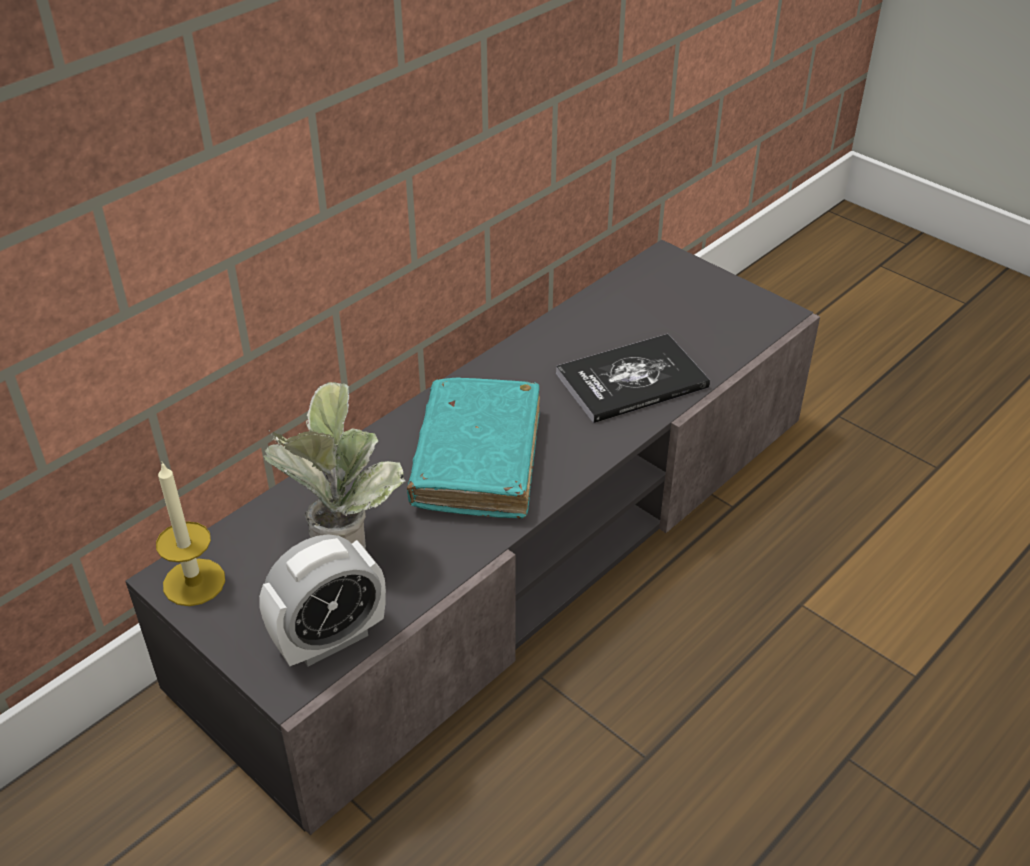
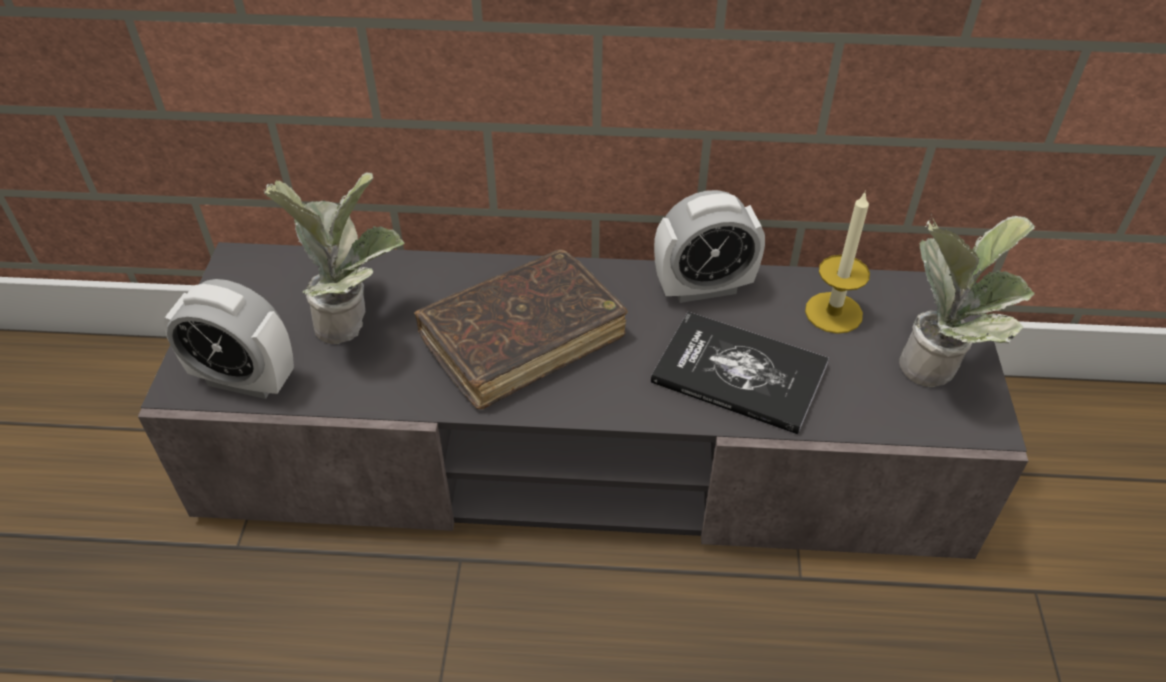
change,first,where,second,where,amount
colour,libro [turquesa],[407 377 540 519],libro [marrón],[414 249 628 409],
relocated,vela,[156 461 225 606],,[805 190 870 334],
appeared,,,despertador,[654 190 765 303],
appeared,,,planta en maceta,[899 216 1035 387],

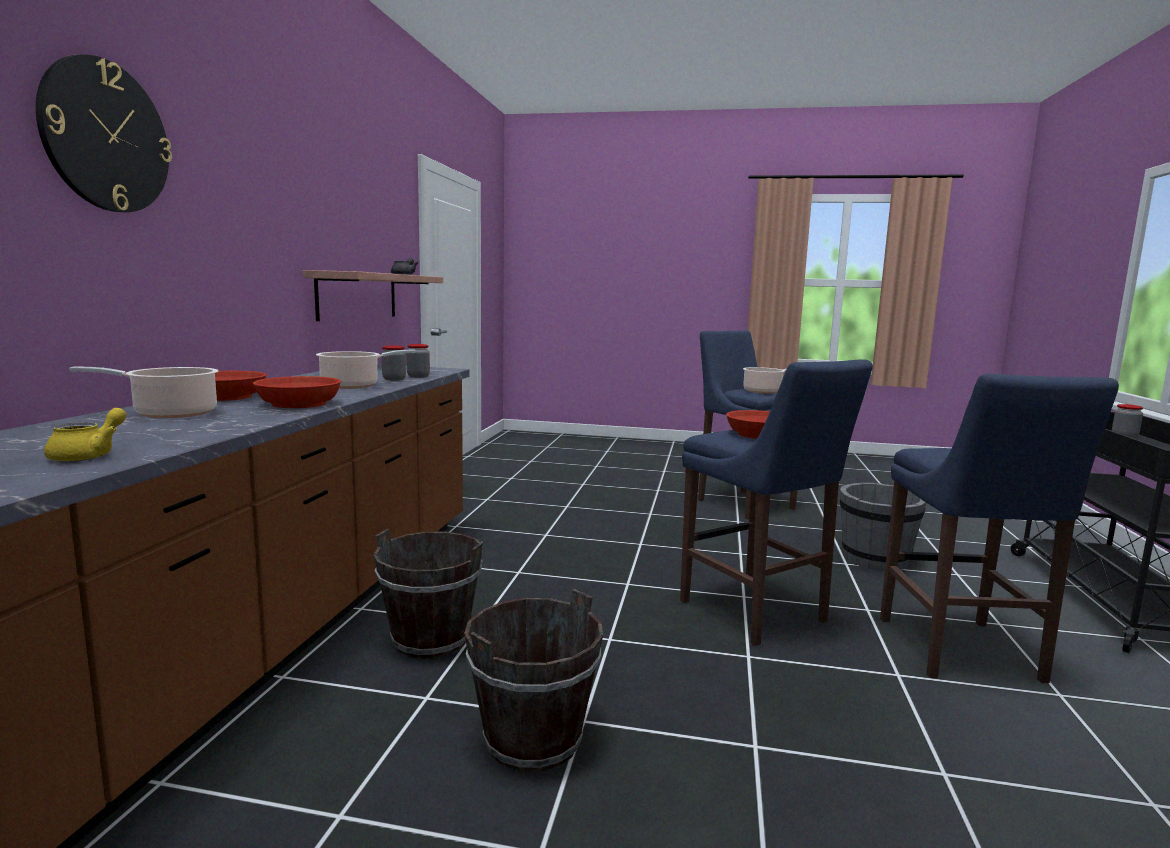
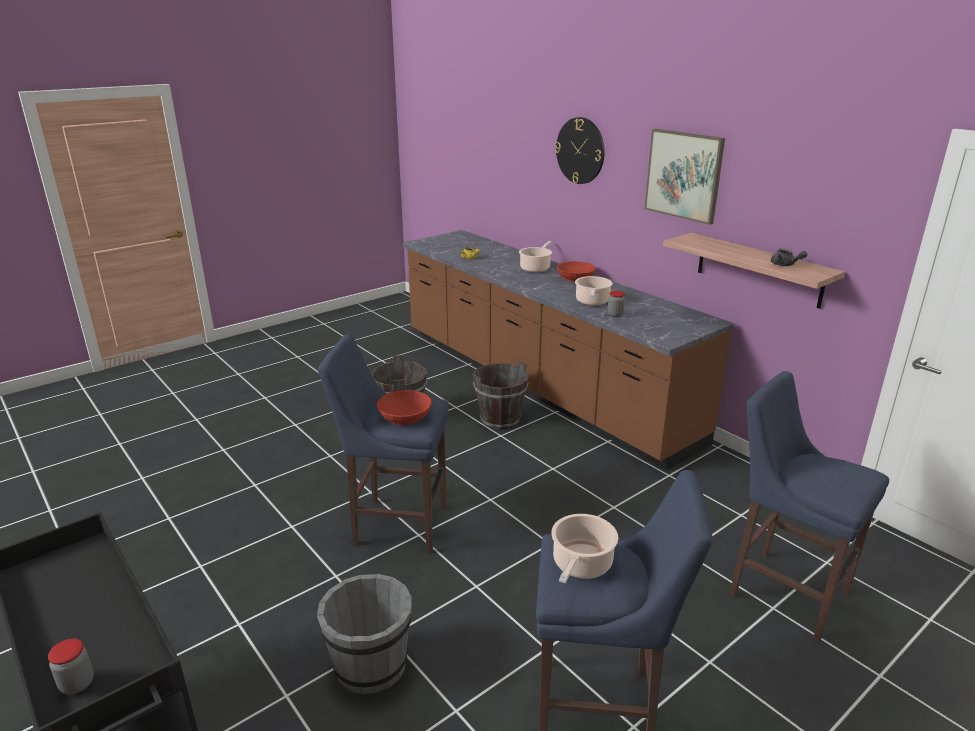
change,first,where,second,where,amount
missing,tarro,[407 344 430 378],,,
relocated,taburete [azul],[880 374 1119 683],,[729 371 889 641],
missing,cuenco [rojo],[253 376 342 408],,,
appeared,,,cuadro,[644 129 725 225],

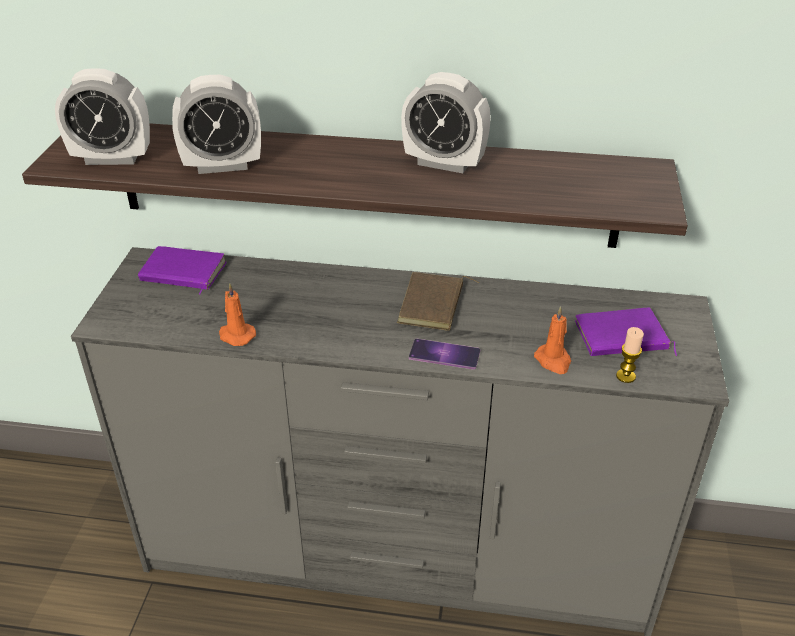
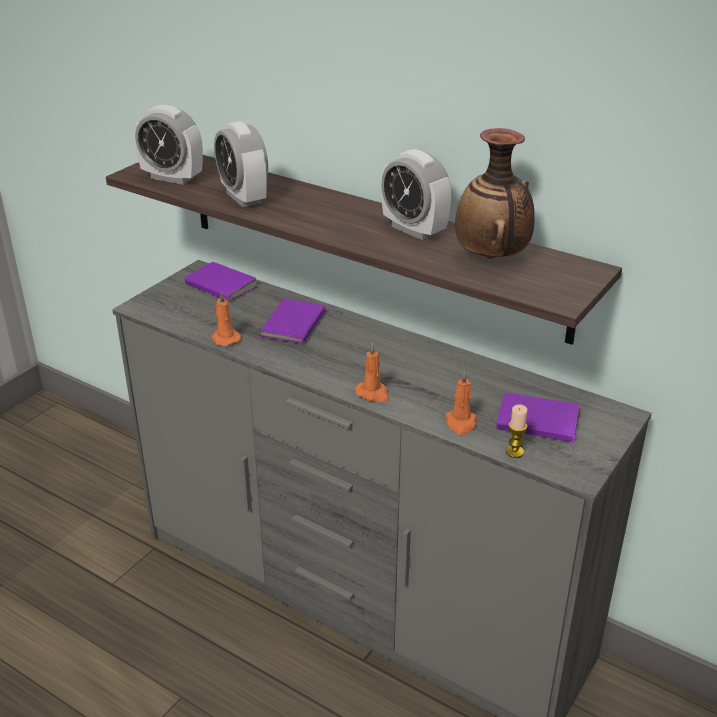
change,first,where,second,where,amount
spun,despertador,[172 75 261 174],,[214 121 268 207],45 degrees clockwise
missing,libro [marrón],[397 272 480 331],,,
exchanged,móvil,[409 339 480 369],vela [naranja],[355 343 389 402],
appeared,,,florero,[455 128 535 259],
appeared,,,libro [morado],[260 299 338 344],

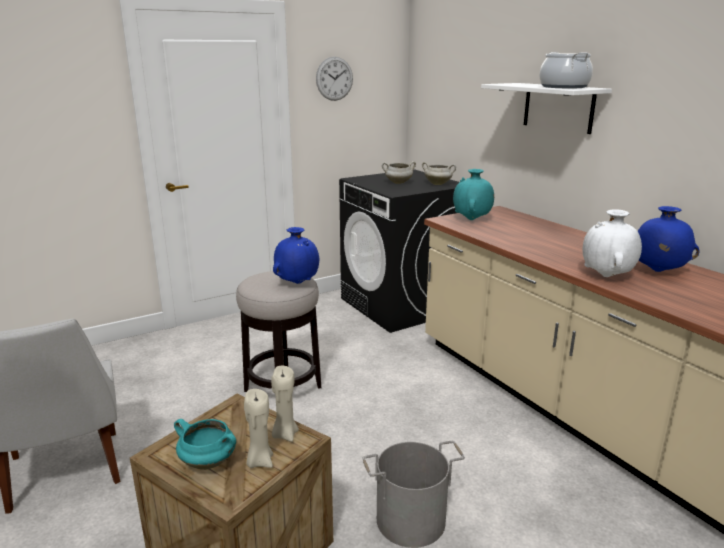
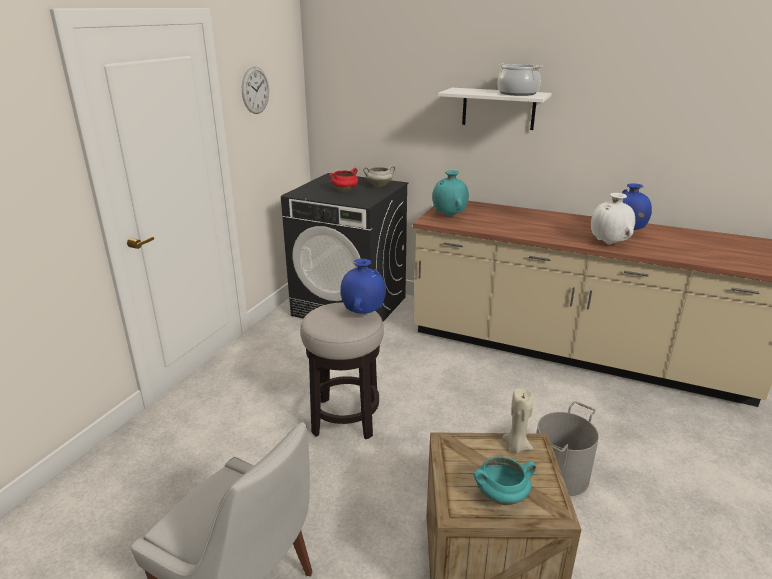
change,first,where,second,where,amount
colour,olla [blanco],[382 161 416 184],olla [rojo],[330 168 358 192],
missing,vela [beis],[244 389 273 468],,,

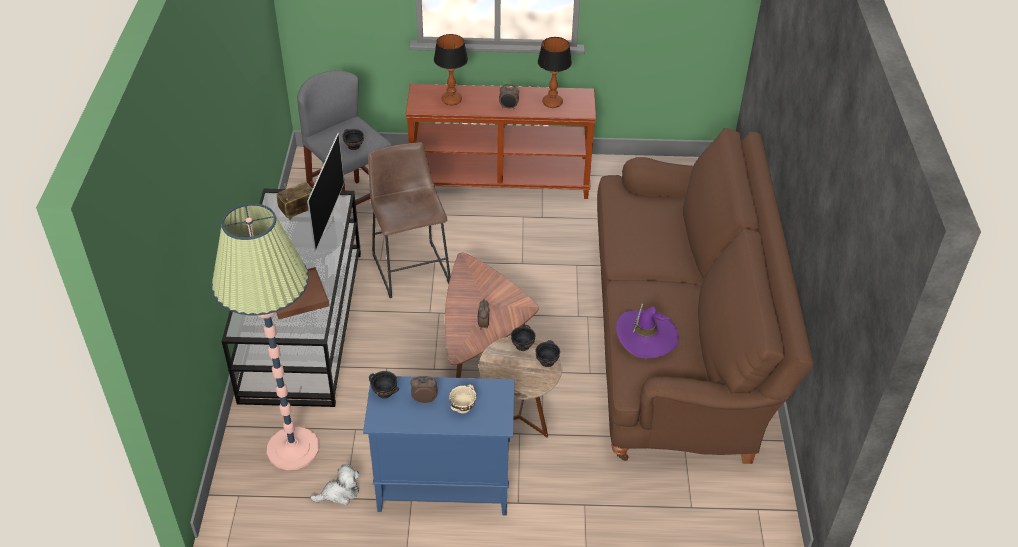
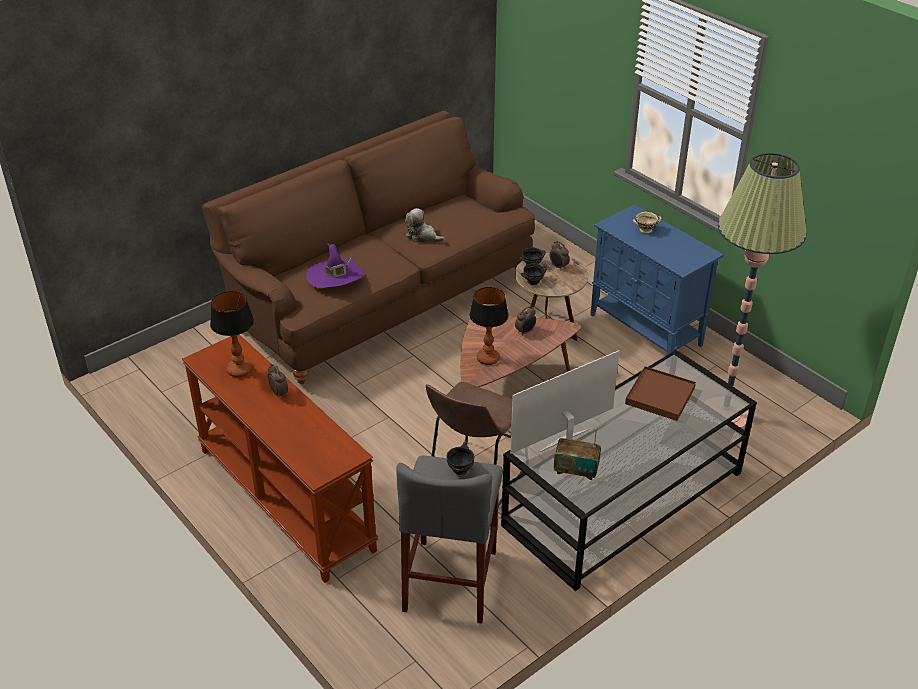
change,first,where,second,where,amount
relocated,lámpara de mesa,[434 34 468 105],,[470 287 509 365],
relocated,sombrero [morado],[616 304 679 358],,[306 243 364 288],
missing,cuenco [negro],[369 371 399 399],,,
relocated,despertador,[410 376 438 403],,[549 241 569 271],
relocated,peluche,[310 464 360 505],,[405 208 445 242],

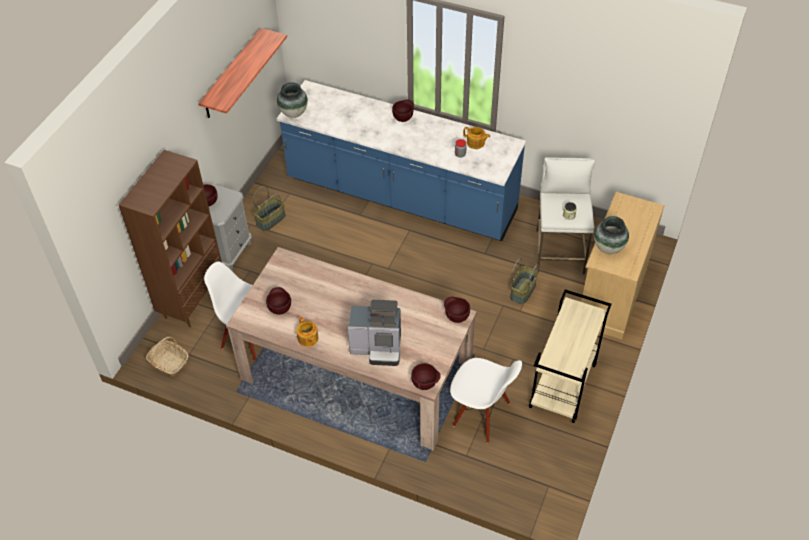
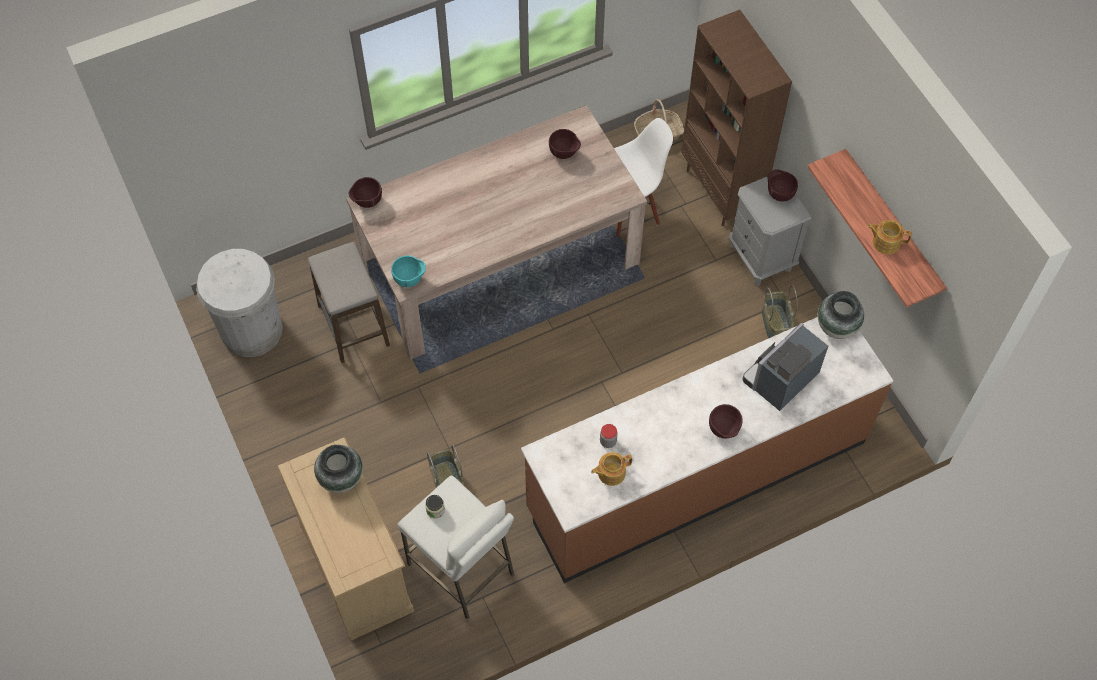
change,first,where,second,where,amount
colour,mueble bajo de cocina [azul],[277 80 526 241],mueble bajo de cocina [marrón],[521 317 894 583],
missing,carrito [beis],[529 289 611 423],,,
colour,cuenco [marrón],[444 296 470 323],cuenco [turquesa],[391 256 426 287],
relocated,cafetera,[348 300 401 366],,[743 323 828 411],
relocated,tetera,[296 317 319 347],,[868 220 912 254],
exchanged,silla [blanco],[450 358 522 443],taburete,[308 242 390 363],
appeared,,,papelera [blanco],[196 249 283 357],

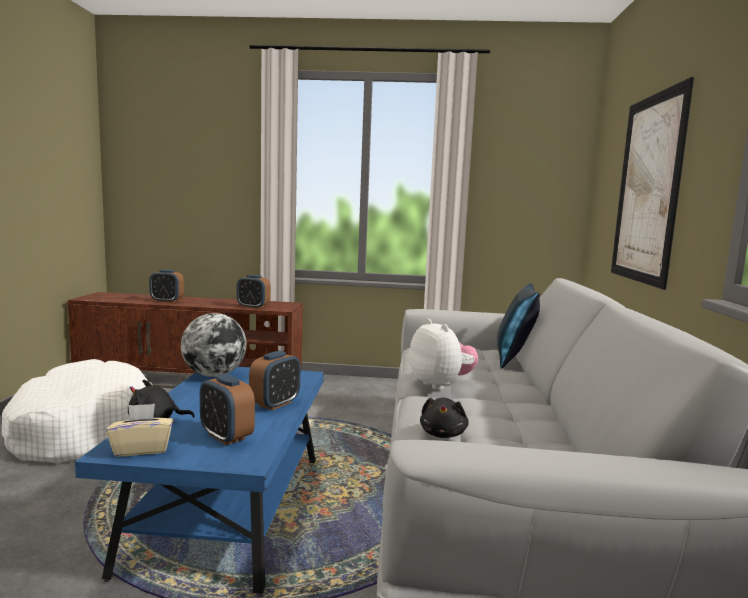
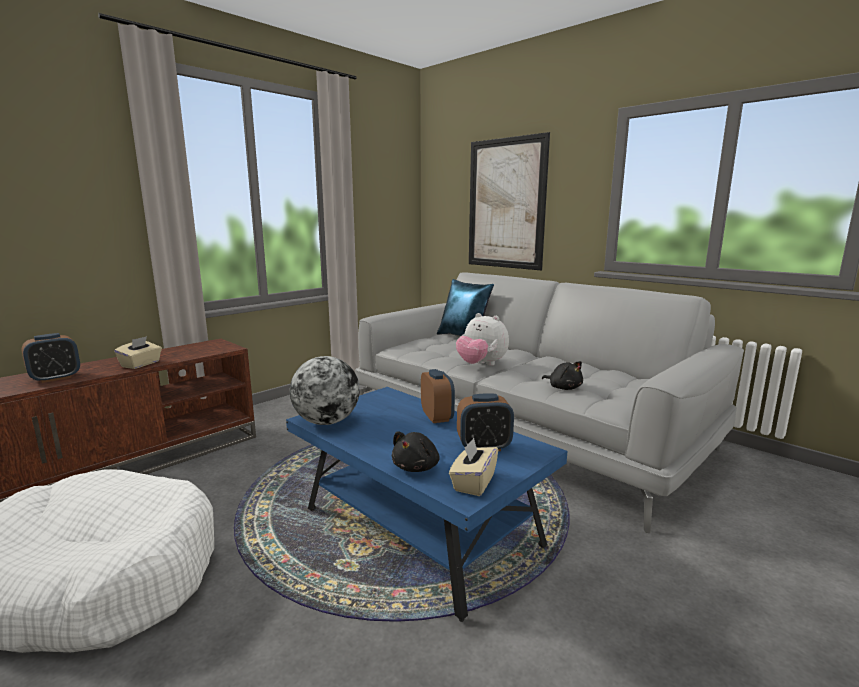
change,first,where,second,where,amount
missing,despertador,[237 275 271 309],,,
spun,peluche,[409 319 478 390],,[456 313 509 366],150 degrees counterclockwise
appeared,,,caja de pañuelos [beis],[114 336 162 369],

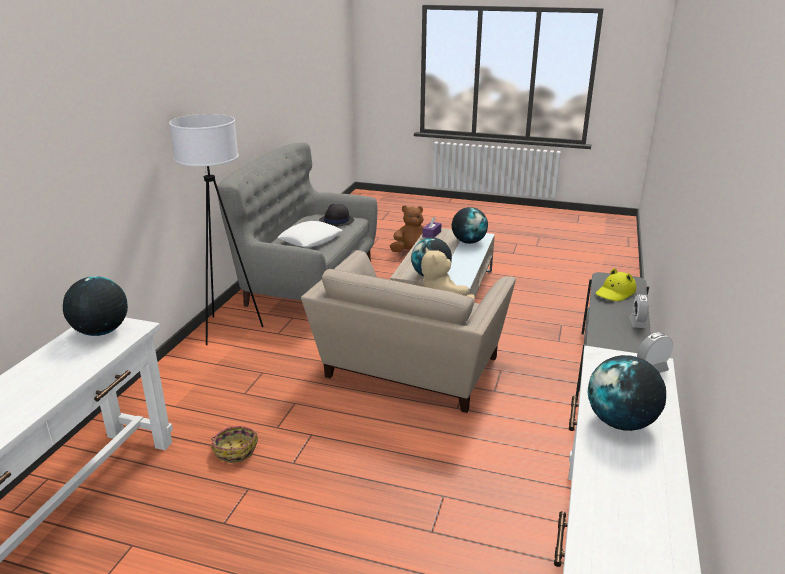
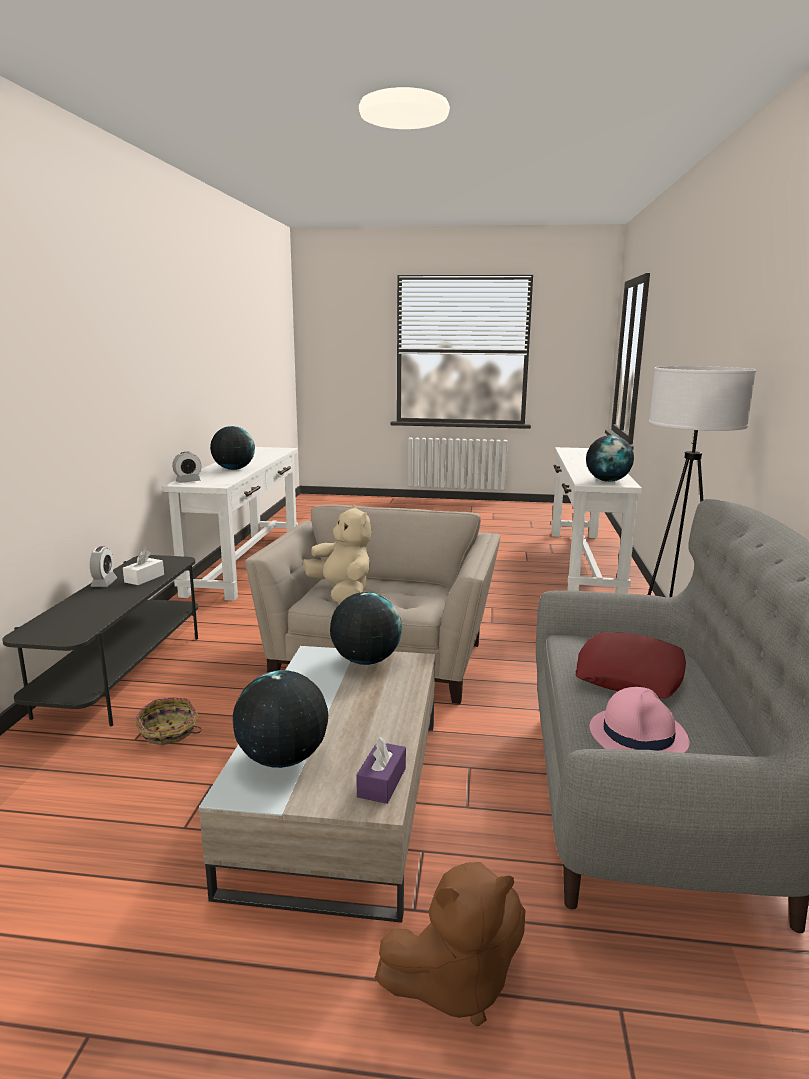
change,first,where,second,where,amount
colour,sombrero [negro],[319 204 354 226],sombrero [rosa],[590 687 690 753],
colour,cojín [blanco],[277 221 342 247],cojín [rojo],[575 632 686 698],
missing,sombrero [amarillo],[596 268 636 301],,,
relocated,cesta,[211 426 258 463],,[136 697 202 745],
appeared,,,caja de pañuelos [blanco],[123 550 164 585],

